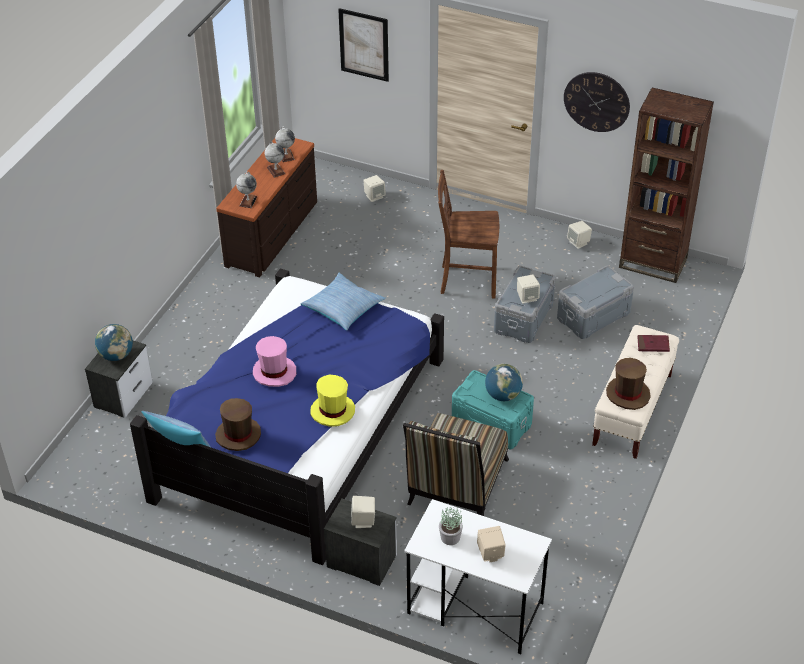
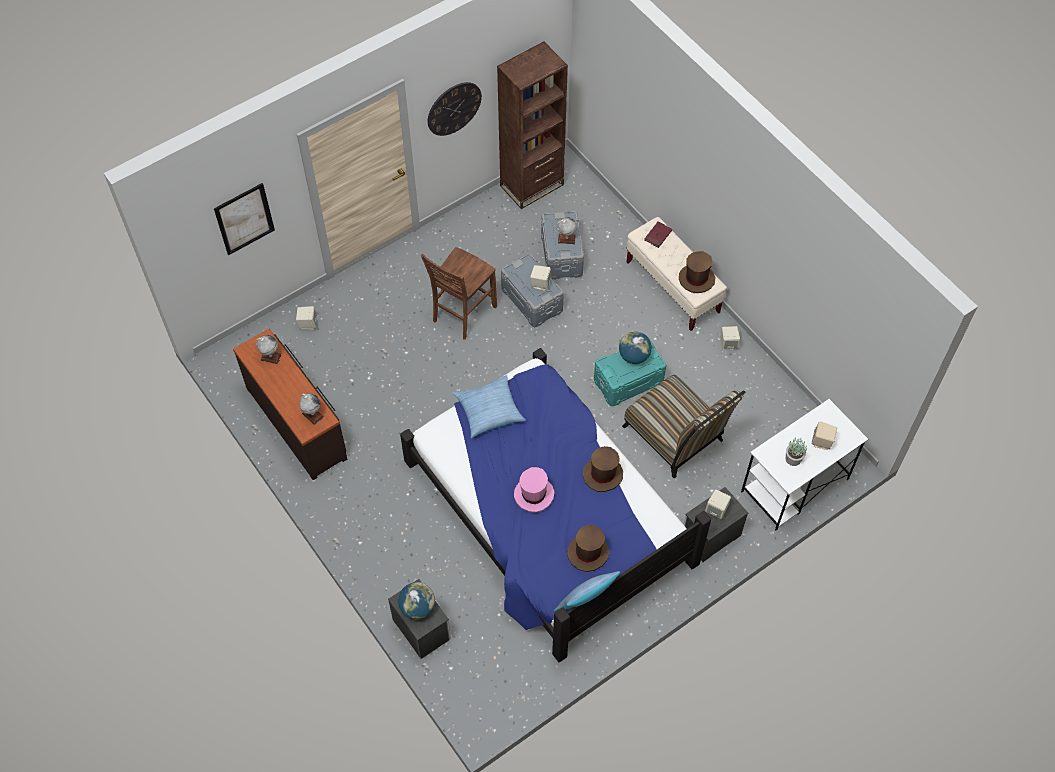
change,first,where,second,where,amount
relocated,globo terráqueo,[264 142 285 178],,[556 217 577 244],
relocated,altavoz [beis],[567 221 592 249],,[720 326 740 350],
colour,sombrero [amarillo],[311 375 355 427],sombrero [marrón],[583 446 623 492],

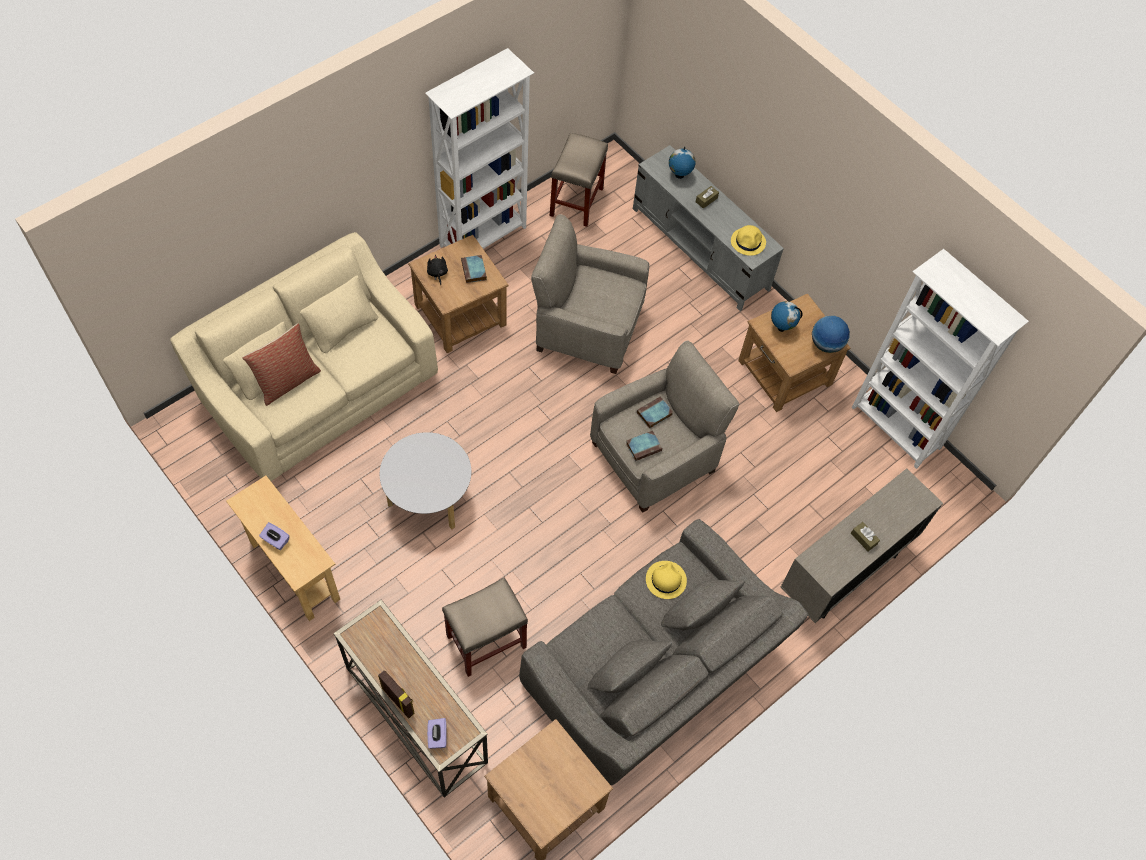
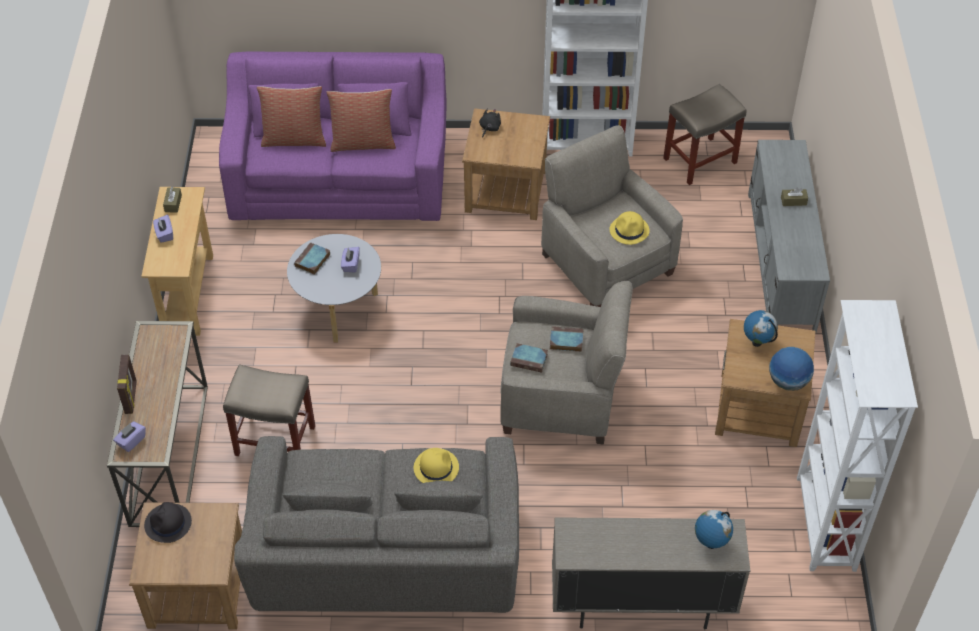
change,first,where,second,where,amount
relocated,globo terráqueo,[669 147 696 179],,[695 510 733 549],
relocated,sombrero [amarillo],[731 225 766 256],,[610 211 650 245],
colour,sofá [beis],[170 232 438 481],sofá [morado],[219 52 447 221],
relocated,libro,[461 255 487 283],,[294 242 331 275],
relocated,caja de pañuelos [marrón],[851 522 880 551],,[163 187 182 213],
appeared,,,cojín,[326 89 396 152],
appeared,,,caja de pañuelos [morado],[341 247 360 273],
appeared,,,sombrero [negro],[144 502 192 543],

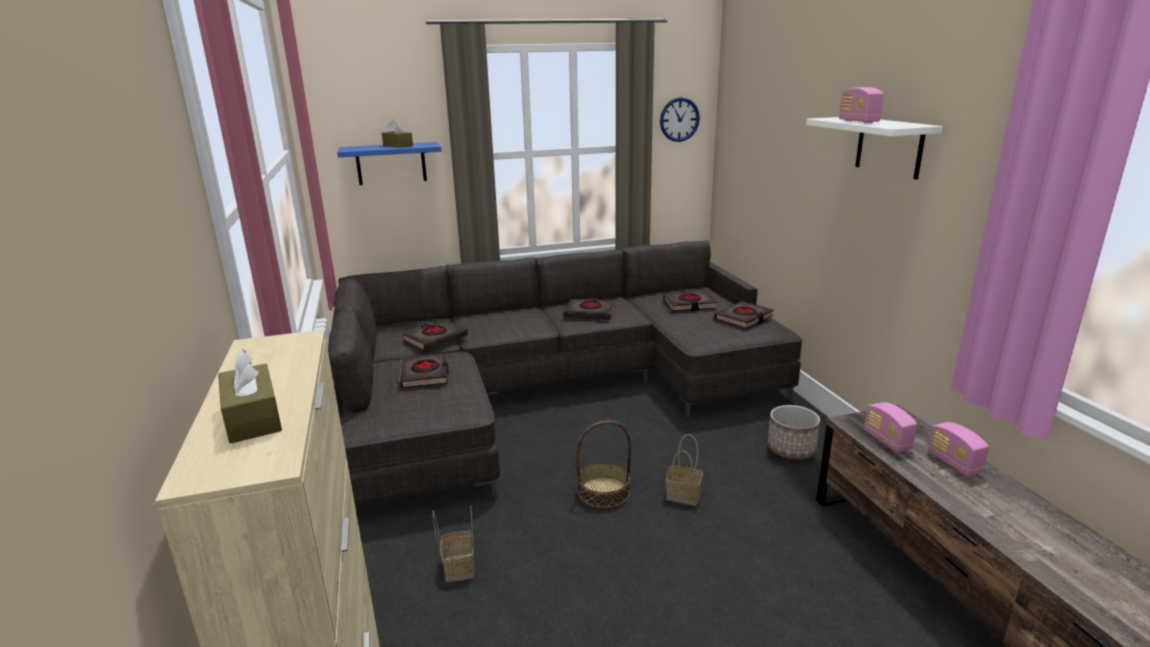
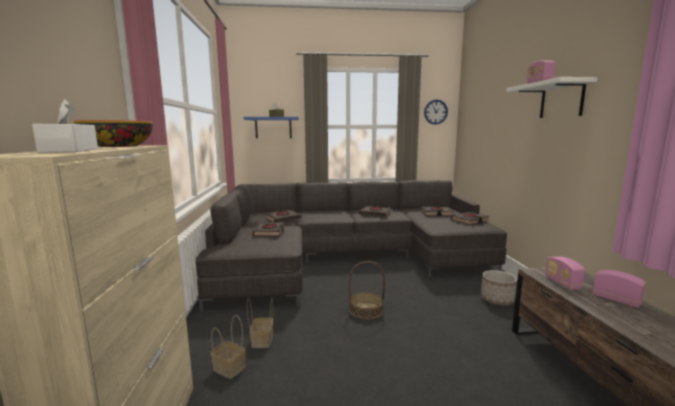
change,first,where,second,where,amount
colour,caja de pañuelos [marrón],[218 349 282 444],caja de pañuelos [blanco],[32 99 98 153],
spun,radio,[927 422 989 477],,[592 270 646 308],150 degrees clockwise
relocated,cesta,[665 434 703 505],,[211 315 246 379],
appeared,,,cuenco,[74 120 153 147],

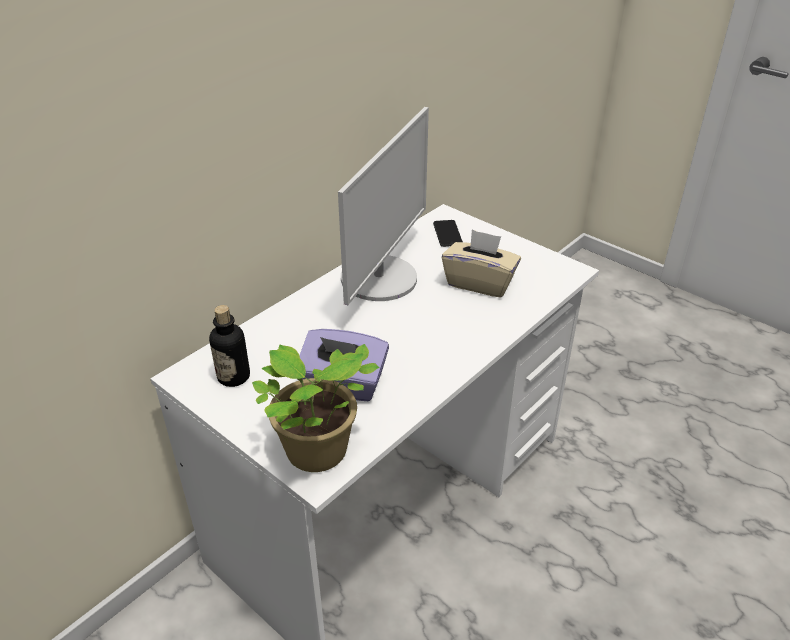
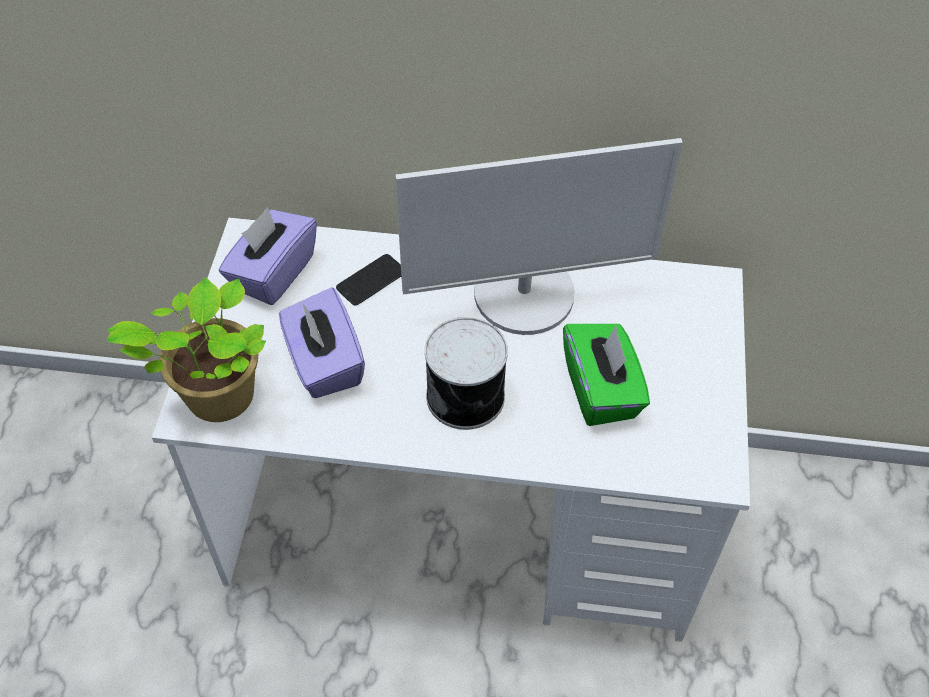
change,first,where,second,where,amount
relocated,móvil,[433 220 463 247],,[336 254 401 305],
colour,caja de pañuelos [beis],[442 229 521 298],caja de pañuelos [verde],[563 324 650 426],
exchanged,botella,[209 305 250 387],caja de pañuelos [morado],[219 207 317 305],
appeared,,,lata,[425 317 508 430],

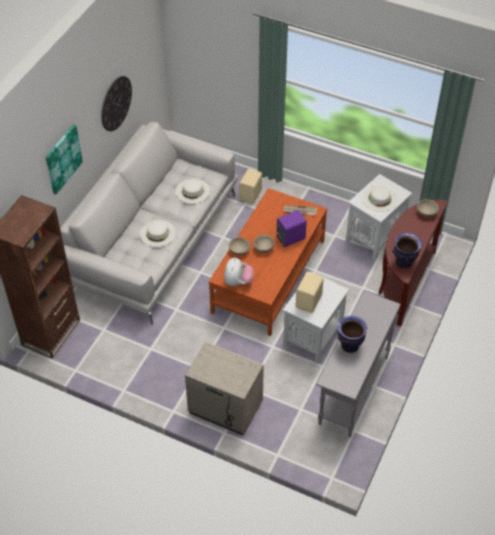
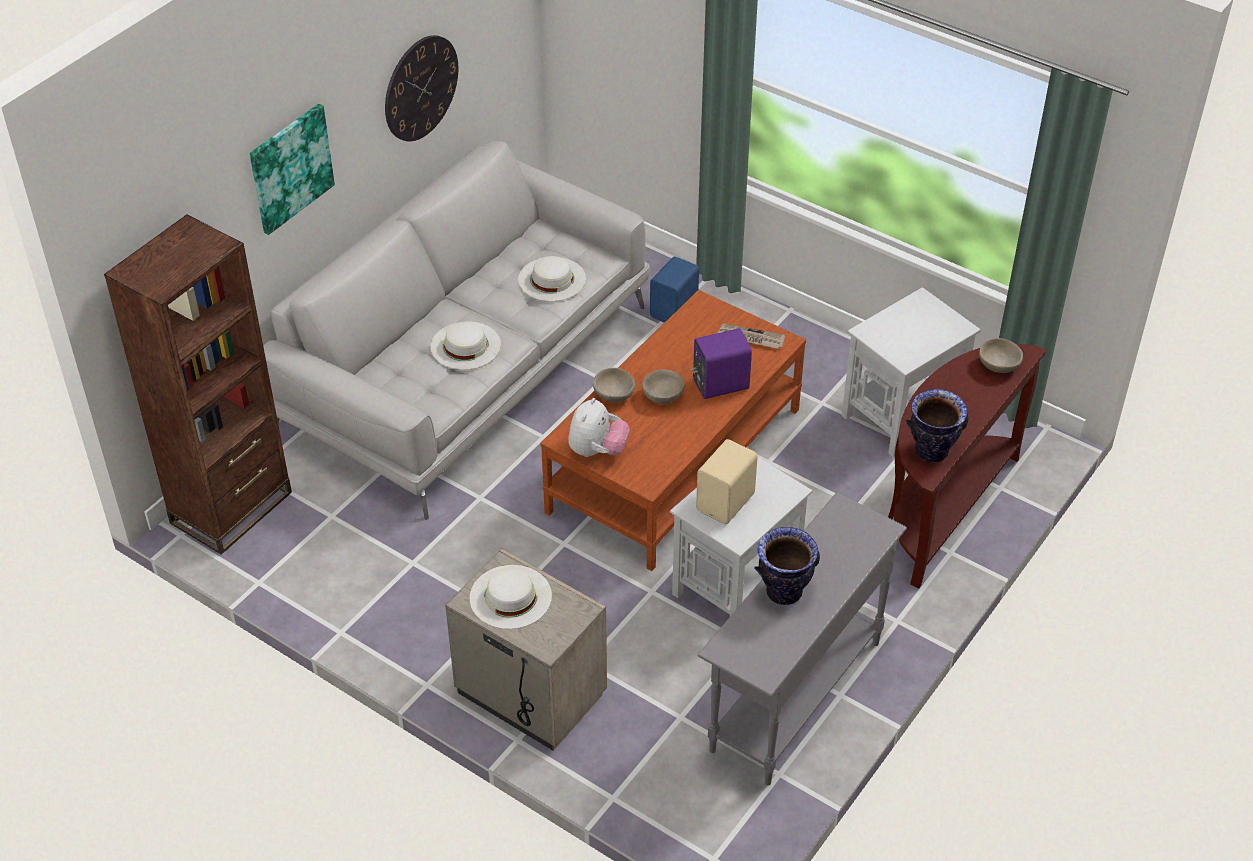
change,first,where,second,where,amount
colour,altavoz [beis],[239 169 262 204],altavoz [azul],[650 256 699 323],
relocated,sombrero [blanco],[362 186 398 212],,[470 565 552 629],

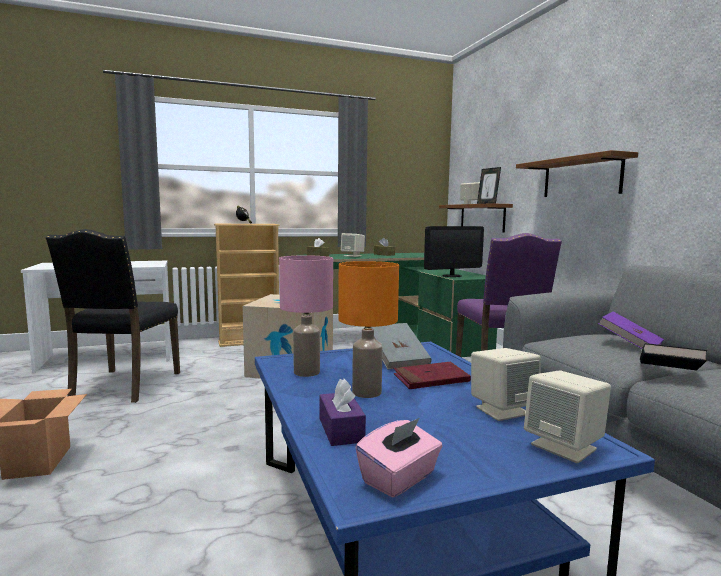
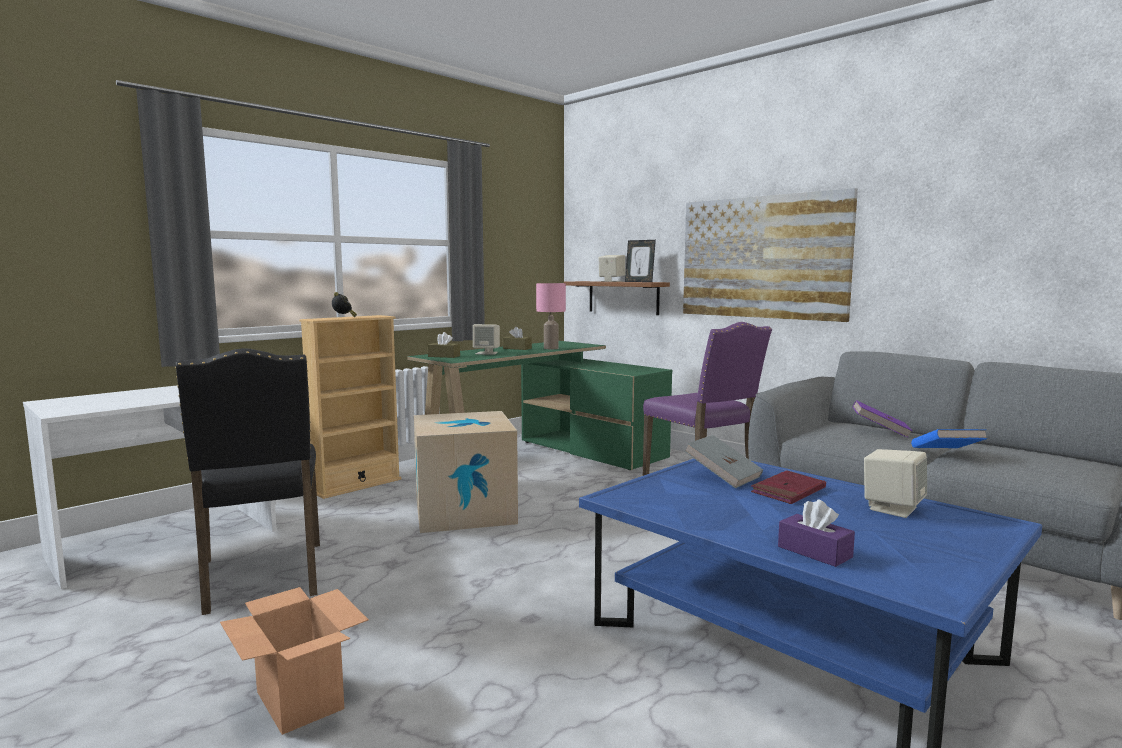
change,first,where,second,where,amount
exchanged,estante [marrón],[516 150 638 197],cuadro,[683 188 858 322],
missing,monitor,[424 226 484 277],,,
relocated,lámpara de mesa [rosa],[279 255 333 377],,[536 283 566 349],
missing,lámpara de mesa [naranja],[338 261 399 398],,,
colour,libro [negro],[640 343 707 371],libro [azul],[911 429 988 448],
missing,altavoz [beis],[524 370 611 463],,,
missing,caja de pañuelos [rosa],[355 418 442 498],,,

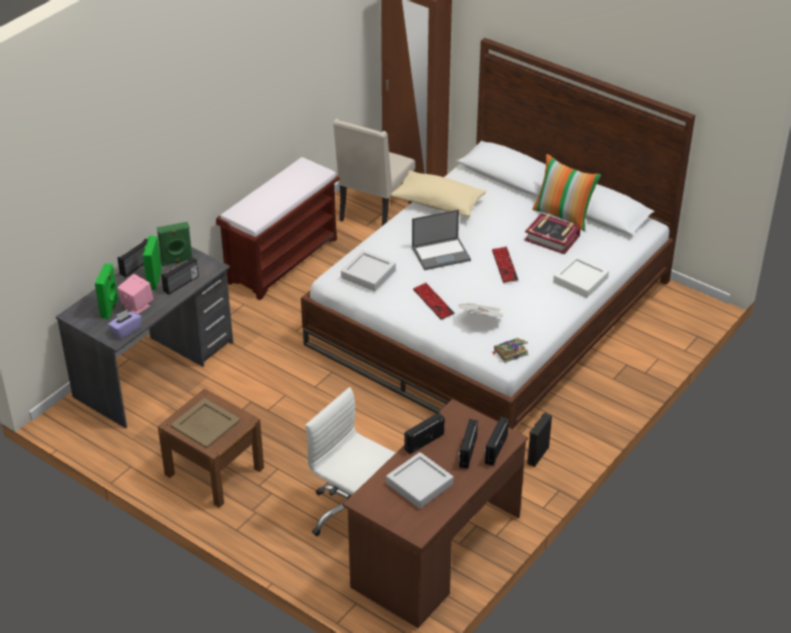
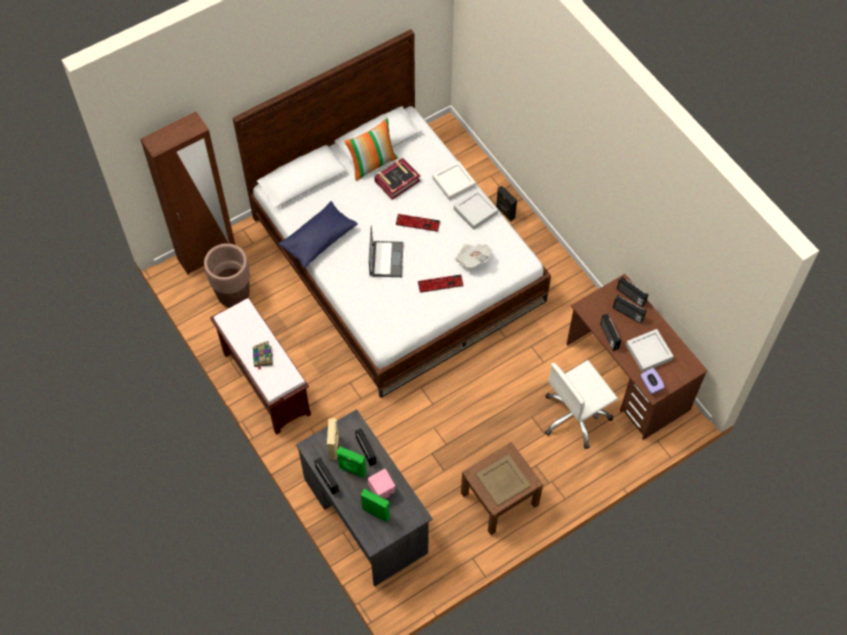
change,first,where,second,where,amount
exchanged,silla [beis],[333 118 415 226],maceta [marrón],[204 243 250 308],
colour,cojín [beis],[391 170 487 217],cojín [azul],[278 201 358 268],
colour,altavoz [verde],[157 222 192 266],altavoz [beis],[327 418 339 460],
relocated,bandeja [gris],[341 250 396 291],,[454 189 498 230],
relocated,caja de pañuelos [morado],[108 309 141 339],,[641 368 665 395],
relocated,libro,[491 338 528 363],,[253 341 273 370],
relocated,altavoz [negro],[527 412 552 467],,[496 186 517 221],

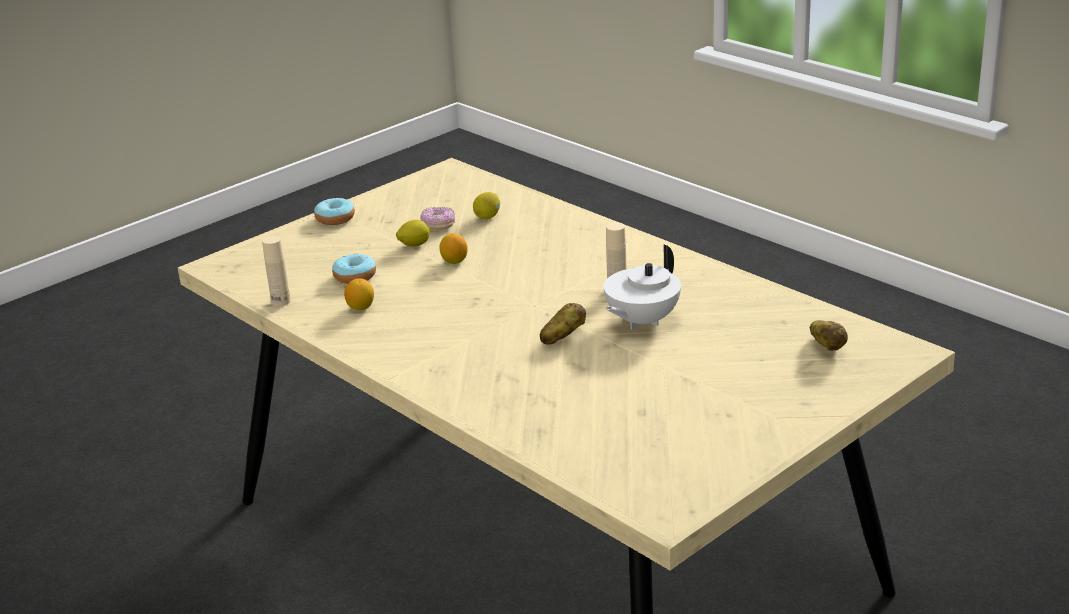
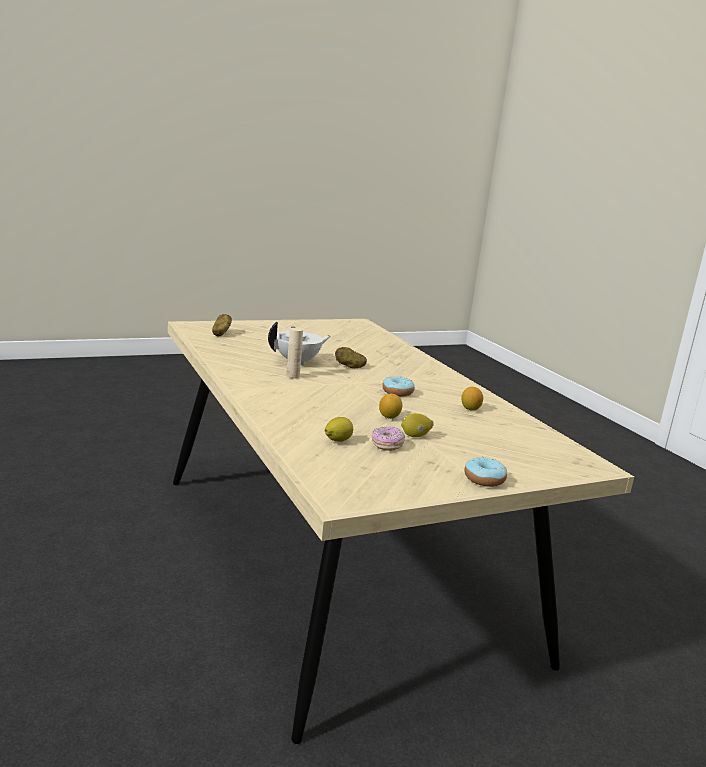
change,first,where,second,where,amount
missing,botella [beis],[262 236 291 306],,,
relocated,rosquilla,[332 253 376 284],,[382 376 415 396],

